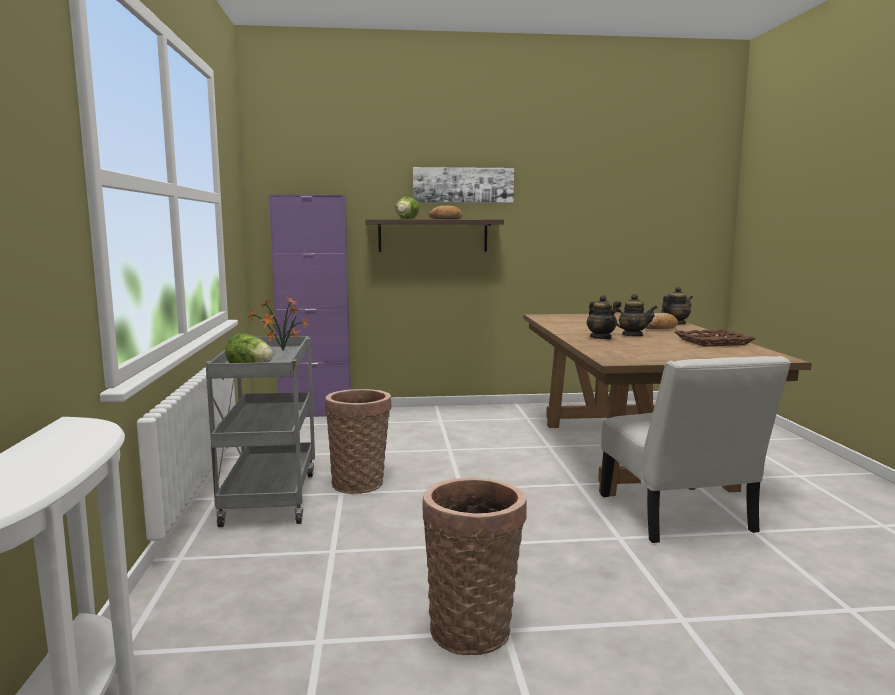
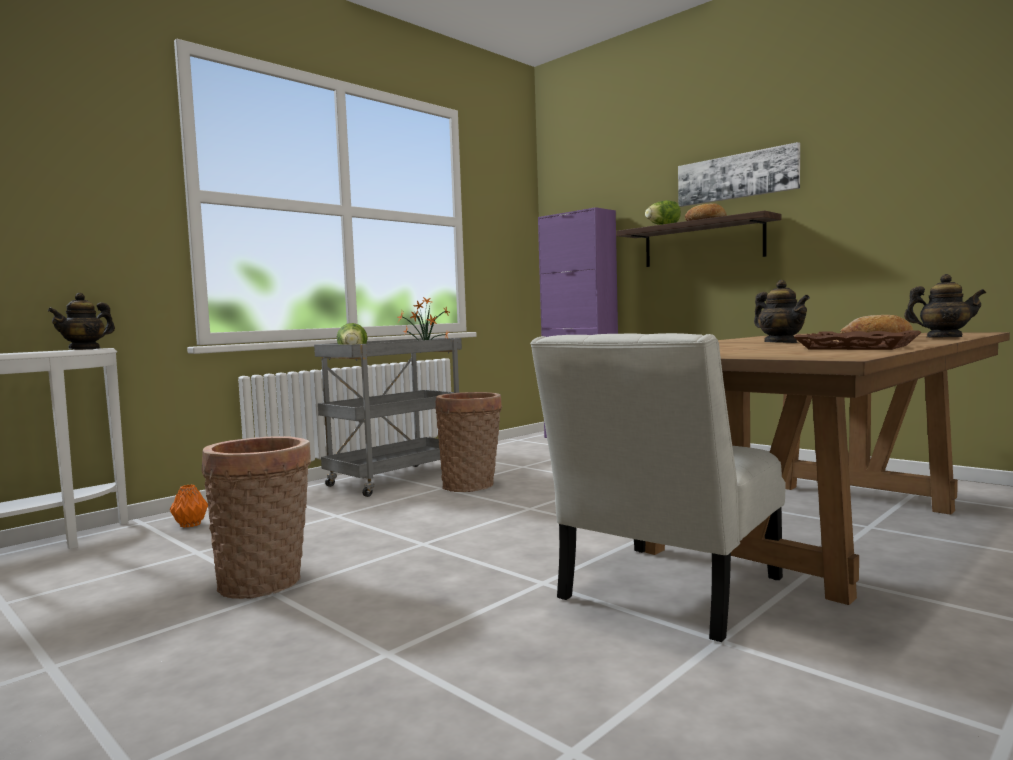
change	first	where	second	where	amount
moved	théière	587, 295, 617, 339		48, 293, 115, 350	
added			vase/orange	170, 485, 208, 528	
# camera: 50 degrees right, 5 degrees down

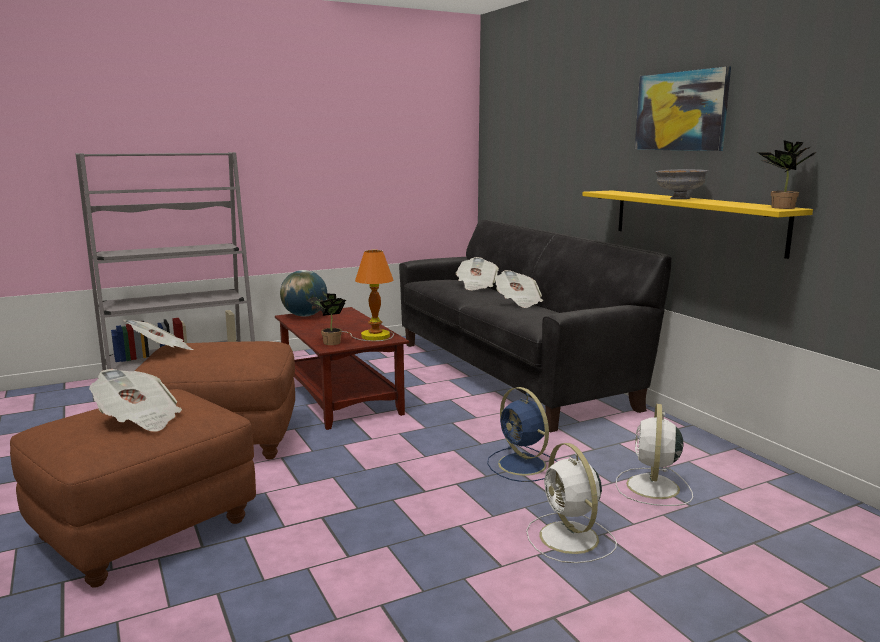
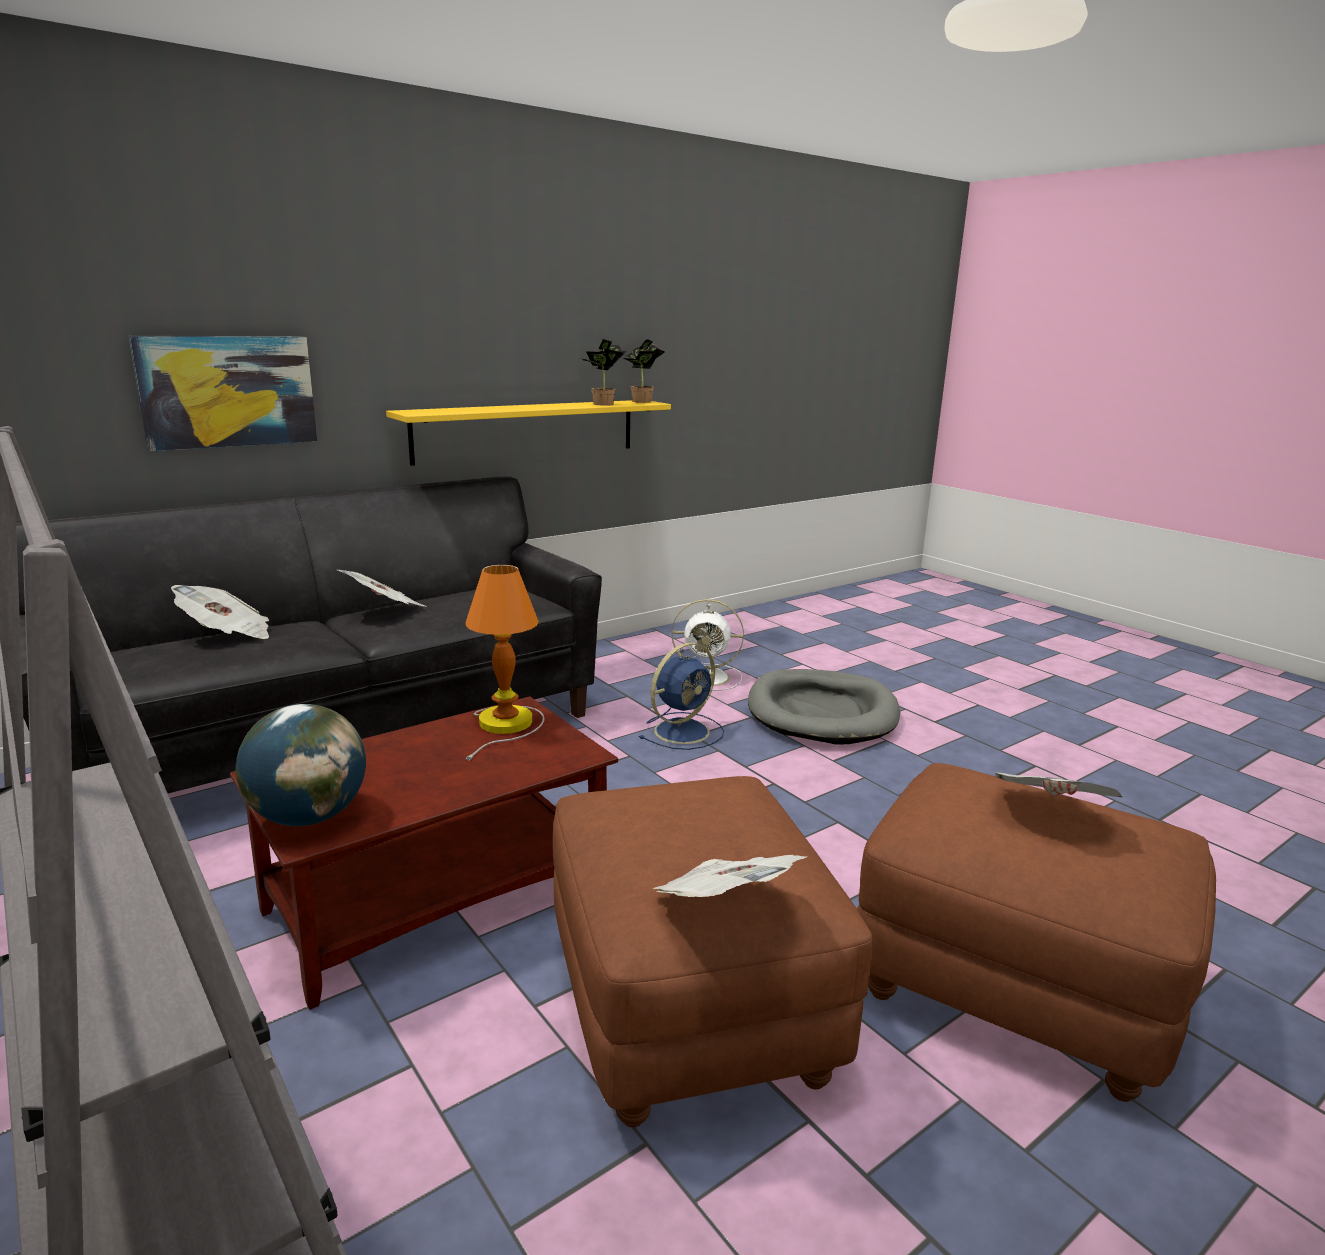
change	first	where	second	where	amount
moved	tableau	635, 66, 731, 151		129, 336, 317, 452	
moved	plante en pot	306, 291, 346, 345		580, 339, 627, 405	
replaced	ventilateur/blanc	526, 443, 617, 563	panier pour chien/gris	748, 669, 900, 744	
removed	bol/gris	655, 169, 708, 199			
# camera: 100 degrees left, 5 degrees up

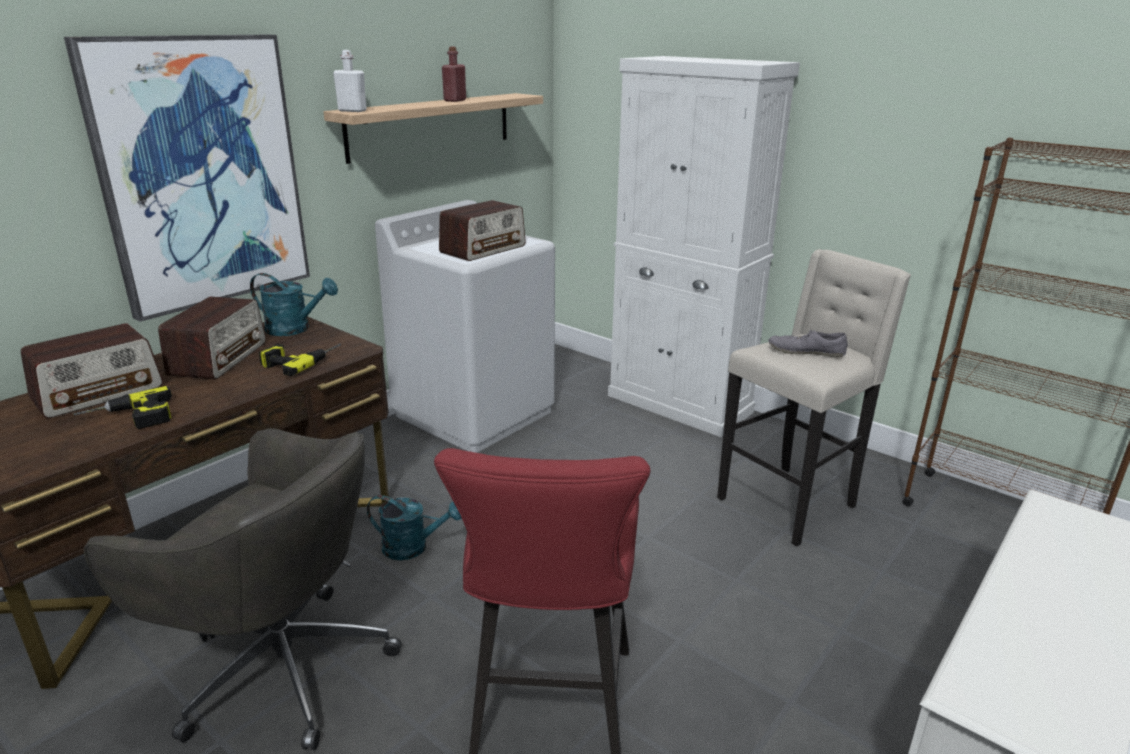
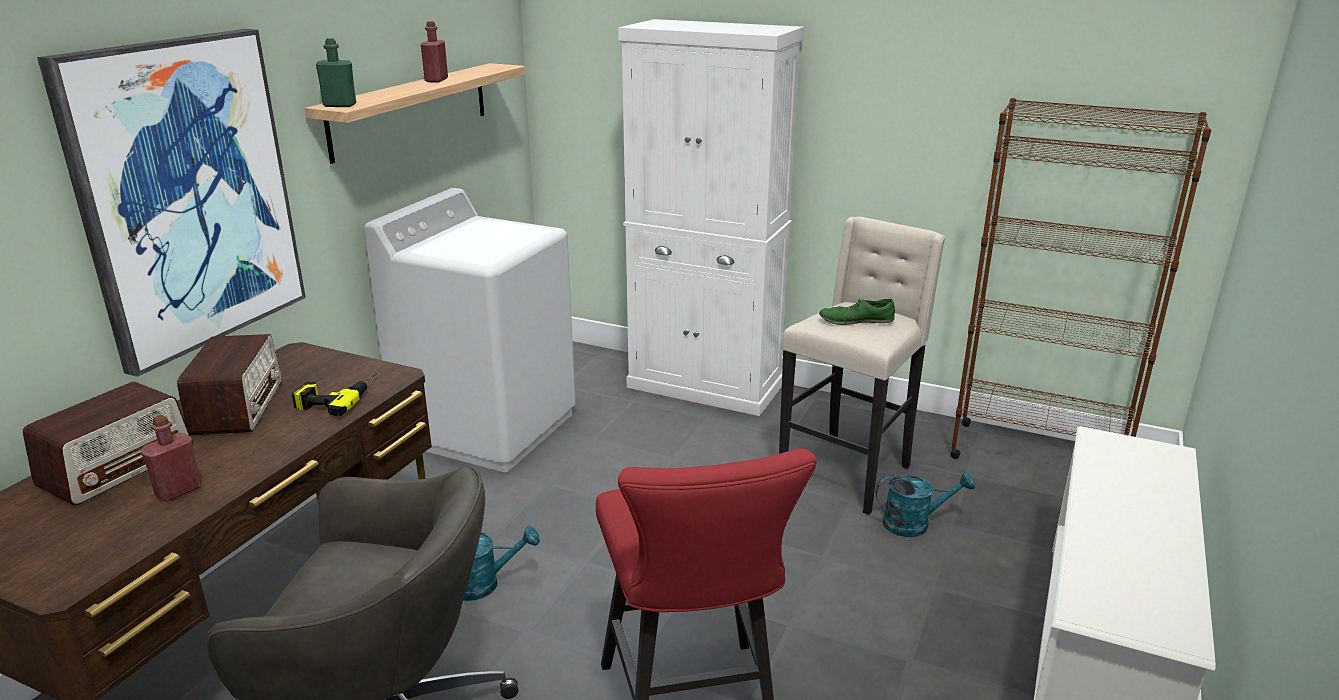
change	first	where	second	where	amount
replaced	perceuse	73, 386, 172, 429	bouteille/rouge	141, 415, 201, 502	
recoloured	bouteille/blanc	333, 50, 367, 112	bouteille/vert	316, 38, 356, 107	
recoloured	chaussure/gris	768, 329, 848, 357	chaussure/vert	819, 298, 895, 325	
moved	arrosoir/turquoise	250, 273, 338, 336		875, 471, 975, 537	
removed	radio	439, 200, 526, 261			
# camera: 15 degrees left, 0 degrees up

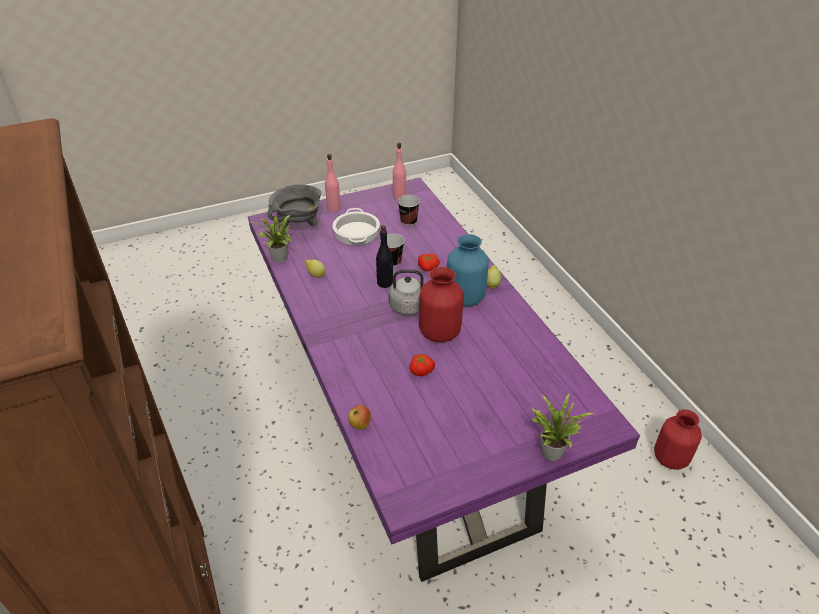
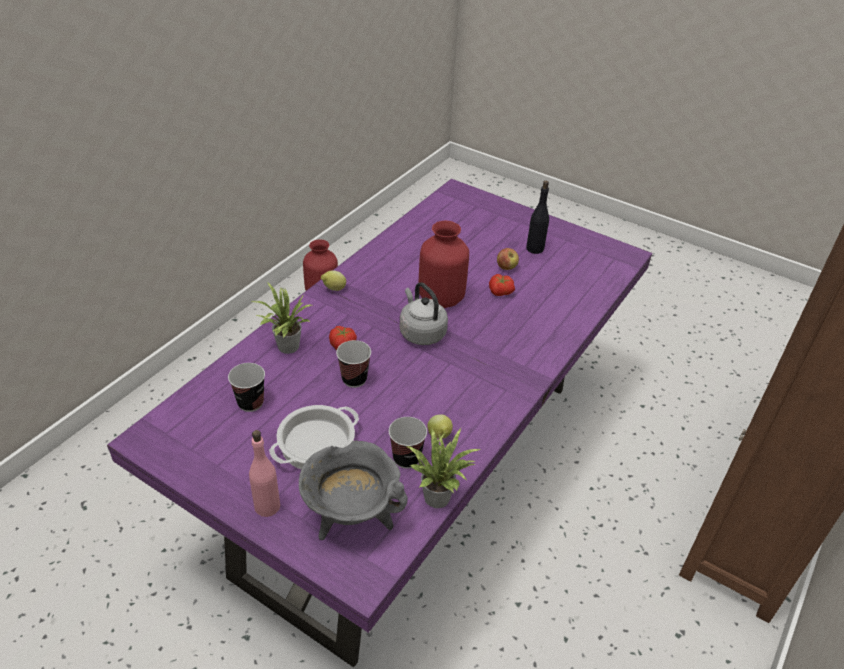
change	first	where	second	where	amount
moved	plante en pot	531, 392, 594, 461		252, 282, 311, 354	
added			tasse	389, 417, 427, 468	
moved	pomme	348, 405, 371, 430		497, 248, 519, 270	
moved	bouteille/noir	376, 225, 393, 288		526, 181, 549, 254	
removed	bouteille/rose	393, 143, 406, 200			
removed	vase/bleu	447, 234, 489, 307			
# camera: 125 degrees left, 0 degrees up

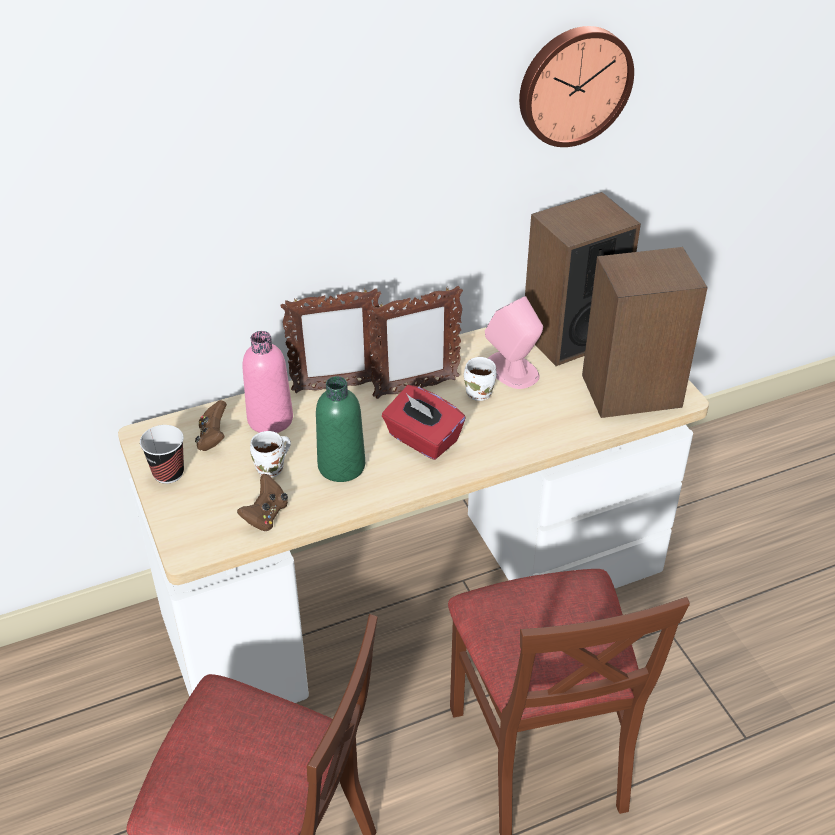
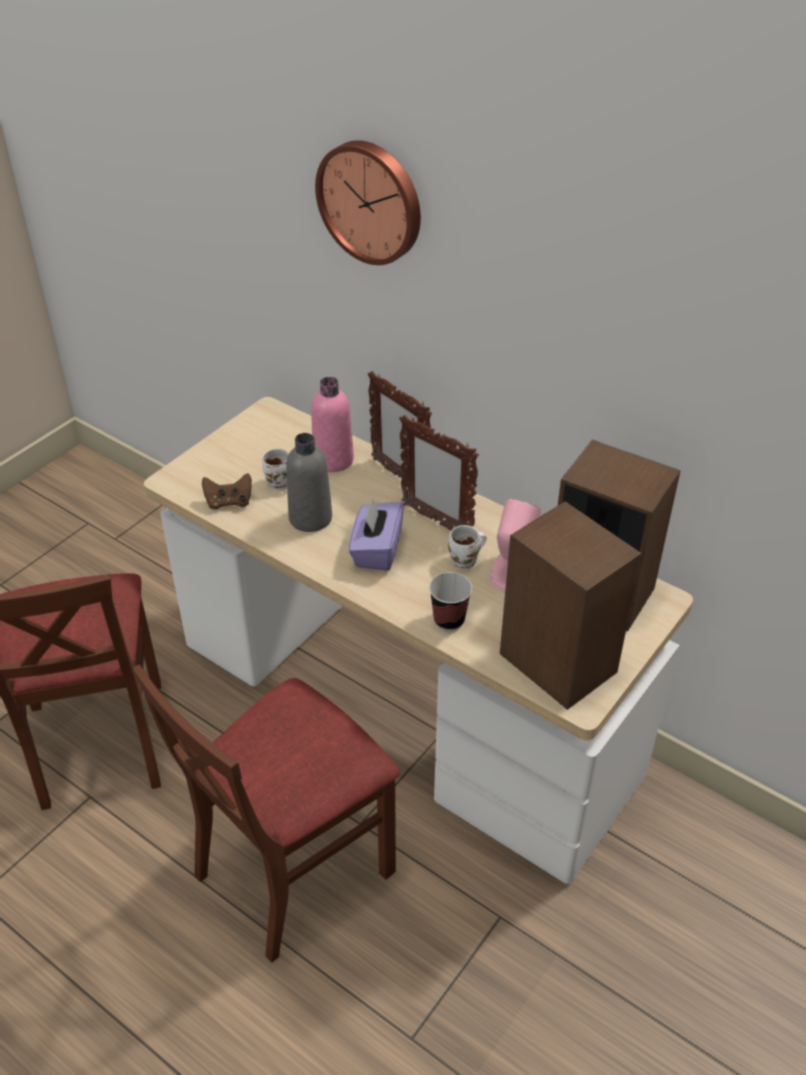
change	first	where	second	where	amount
recoloured	bouteille/vert	316, 376, 365, 482	bouteille/gris	286, 433, 332, 532	
moved	horloge murale	519, 26, 634, 147		315, 140, 421, 265	
recoloured	boîte à mouchoirs/rouge	382, 385, 466, 460	boîte à mouchoirs/violet	349, 499, 404, 571	
moved	tasse	140, 425, 184, 484		429, 572, 472, 631	
removed	manette/marron	195, 400, 227, 451			
# camera: 60 degrees right, 0 degrees up

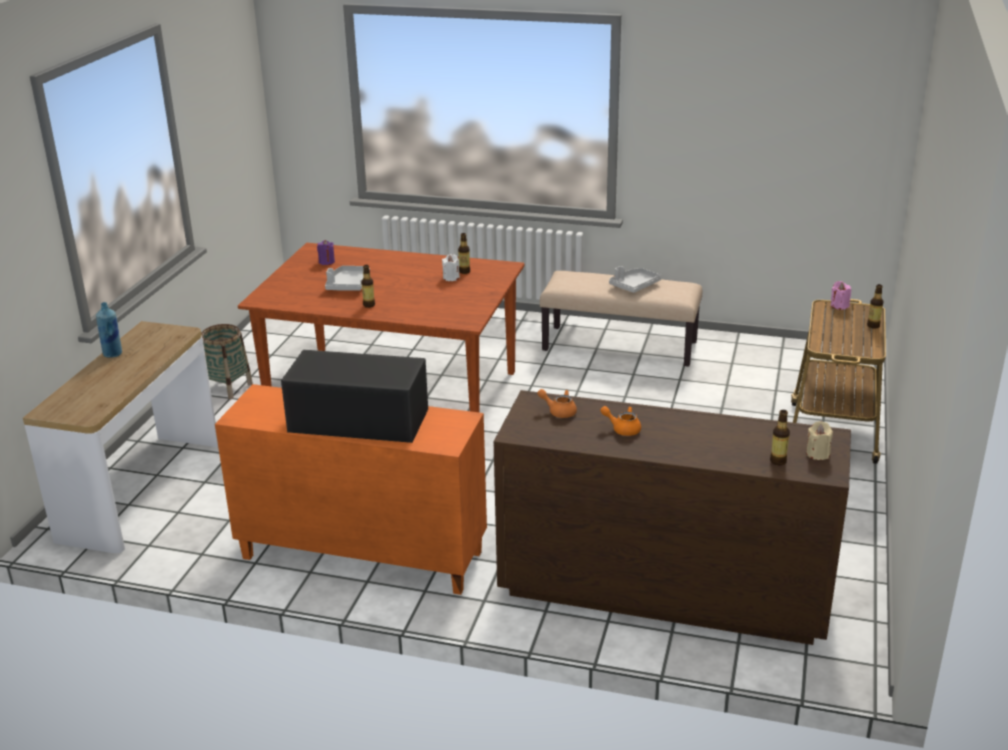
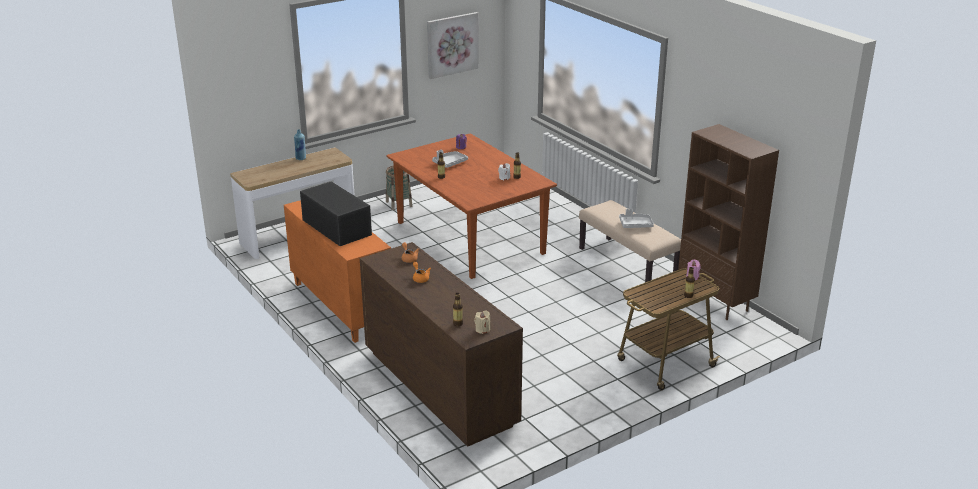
change	first	where	second	where	amount
added			tableau	427, 12, 479, 79	
added			bibliothèque/marron	678, 124, 779, 320	
# camera: 40 degrees right, 0 degrees up

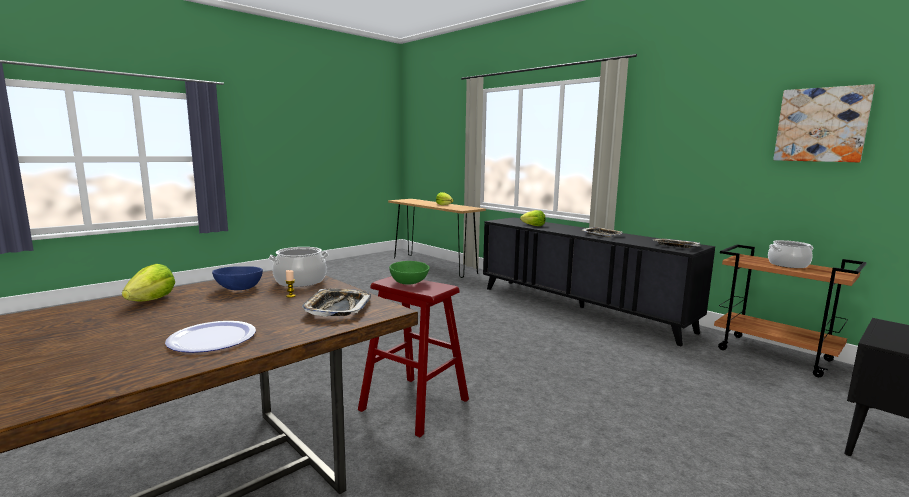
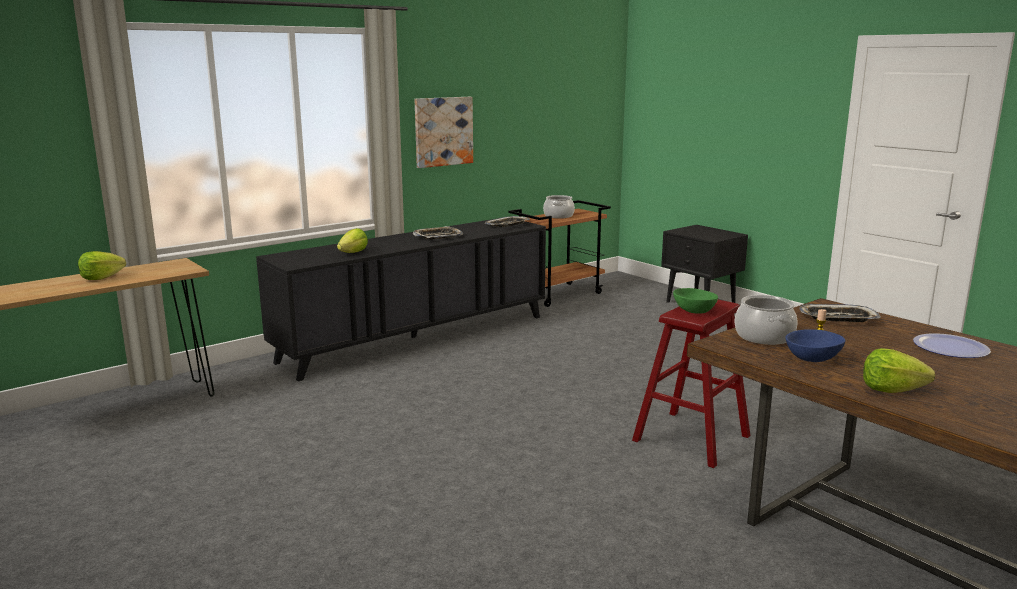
change	first	where	second	where	amount
moved	tableau	773, 84, 875, 162		415, 97, 473, 168	
# camera: 85 degrees left, 5 degrees up

